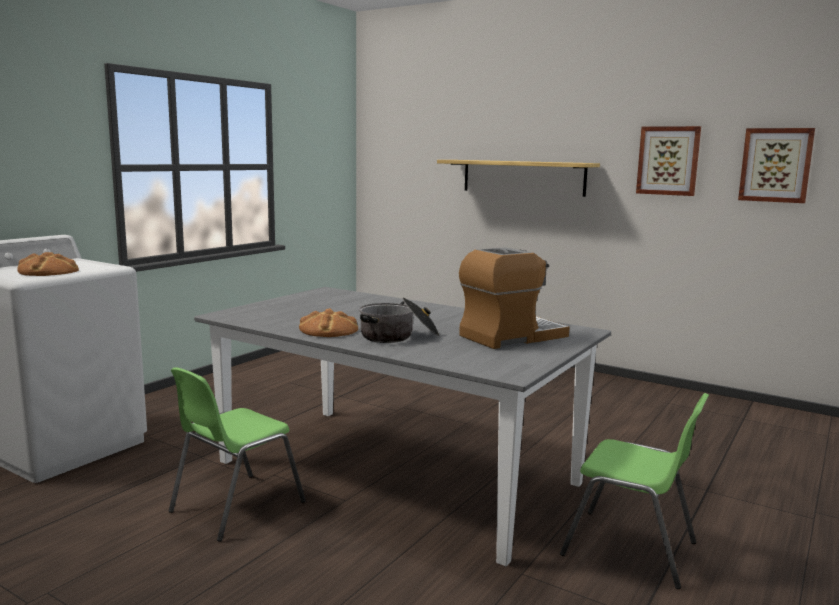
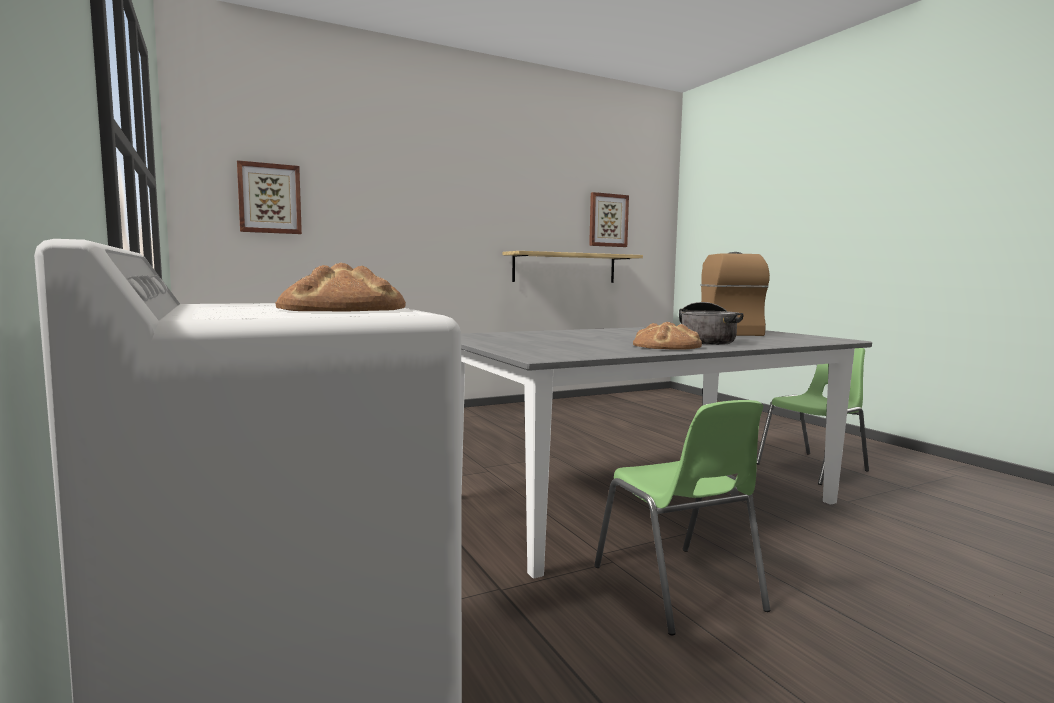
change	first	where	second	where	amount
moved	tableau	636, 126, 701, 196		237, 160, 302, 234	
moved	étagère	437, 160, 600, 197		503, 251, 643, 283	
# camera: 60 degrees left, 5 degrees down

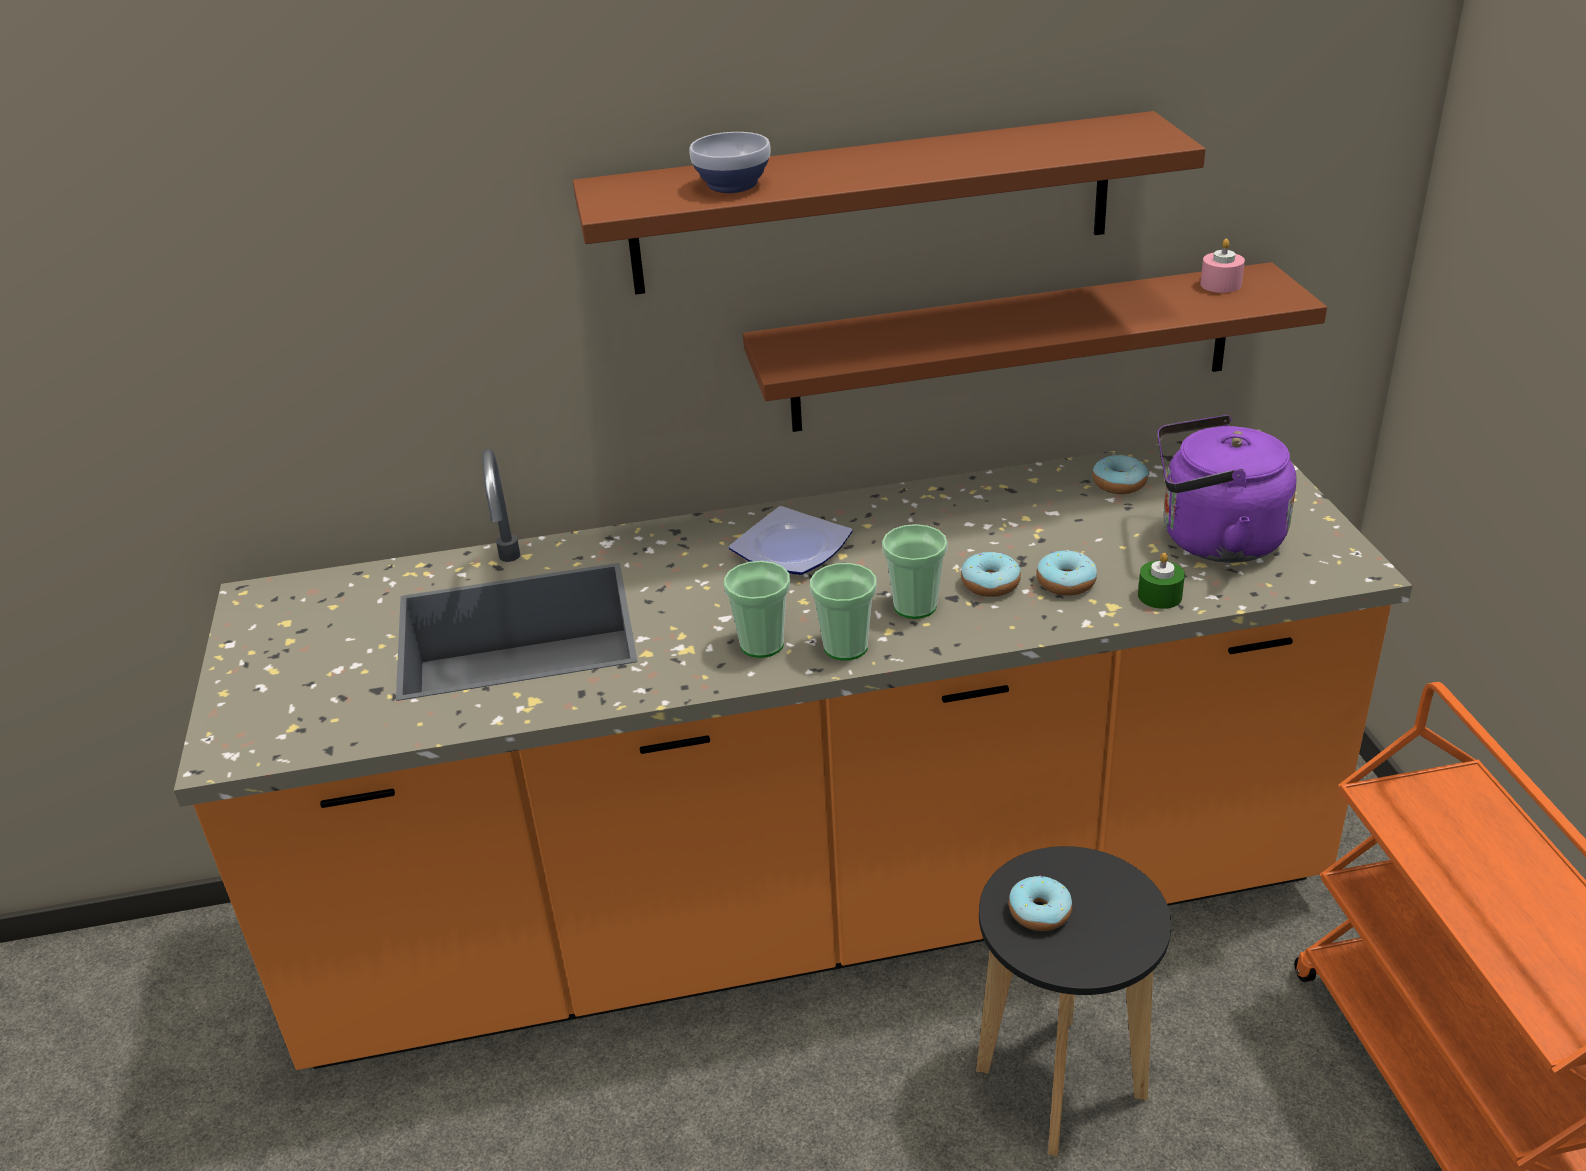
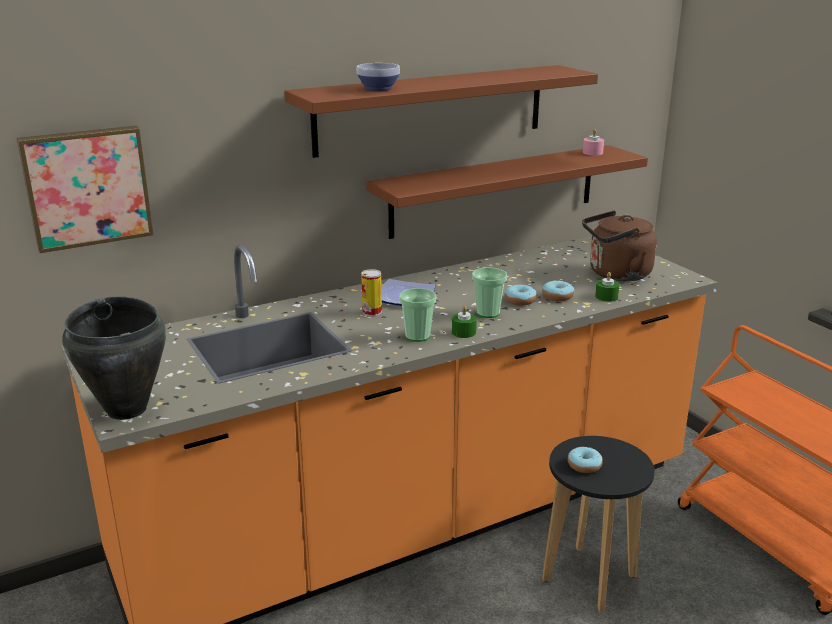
change	first	where	second	where	amount
added			tableau	17, 126, 154, 253	
added			marmite/noir	62, 296, 166, 420	
added			boîte métallique	361, 269, 382, 316	
replaced	tasse	810, 563, 876, 660	bougie/vert	452, 305, 477, 338	
recoloured	bouilloire/violet	1157, 415, 1297, 563	bouilloire/marron	582, 211, 657, 281	
removed	beignet	1093, 454, 1149, 494			
# camera: 20 degrees left, 10 degrees down

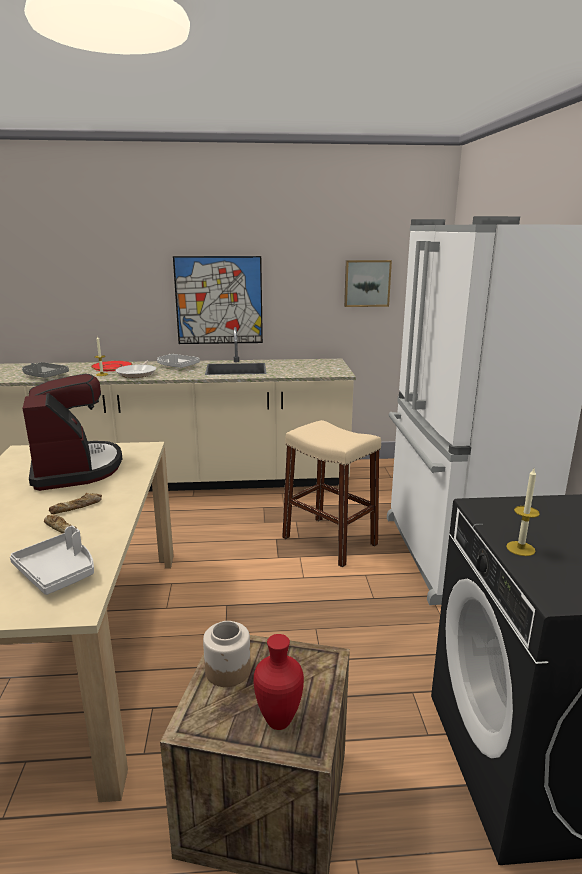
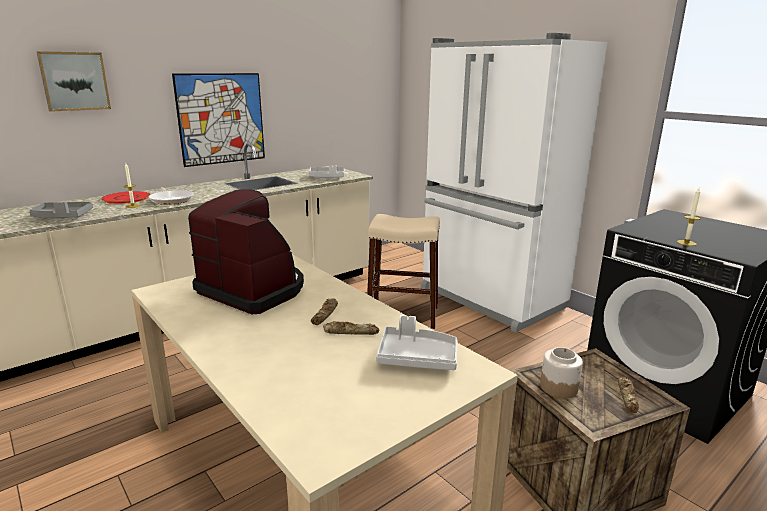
change	first	where	second	where	amount
moved	tableau	344, 260, 392, 307		36, 51, 111, 112	
moved	plateau/gris	157, 354, 200, 368		309, 165, 344, 178	
replaced	vase/rouge	254, 634, 304, 730	pain	618, 377, 639, 413	
# camera: 35 degrees left, 0 degrees up

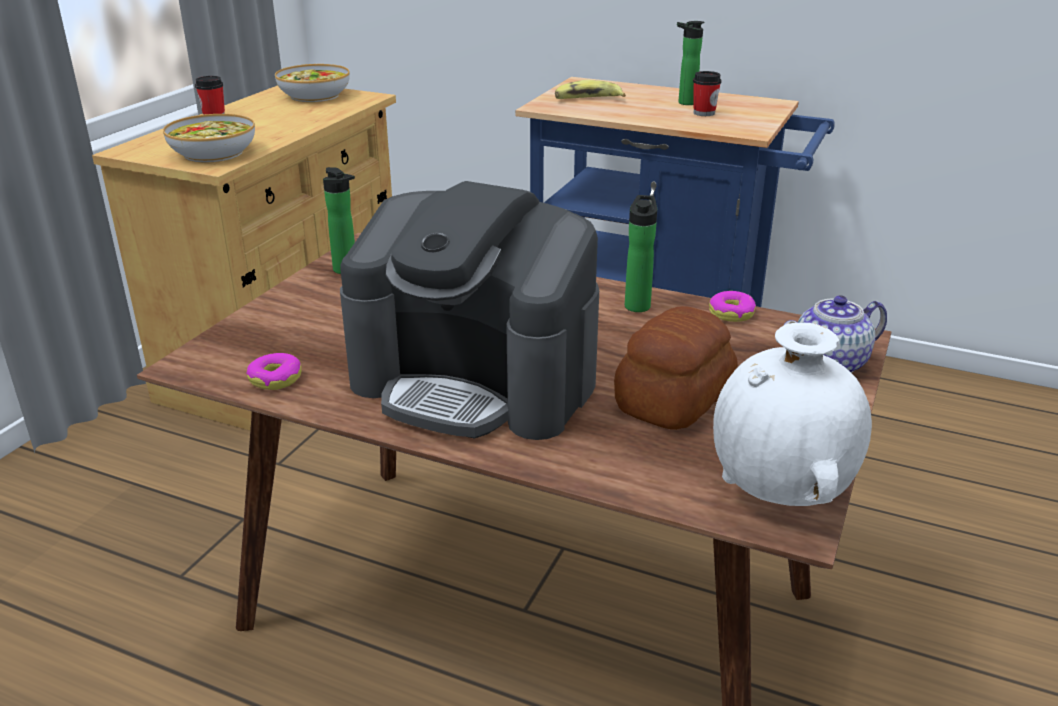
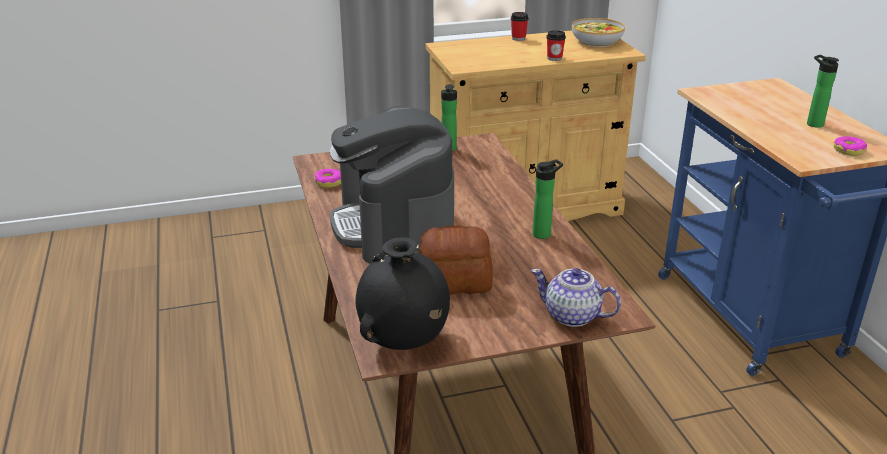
change	first	where	second	where	amount
recoloured	vase/blanc	713, 323, 872, 506	vase/noir	356, 237, 450, 350	
moved	tasse	693, 71, 722, 116		546, 30, 566, 61	
moved	beignet	709, 291, 756, 322		834, 136, 867, 156	
removed	bol	163, 114, 255, 163			
removed	banane	555, 80, 626, 99			
# camera: 50 degrees right, 0 degrees up

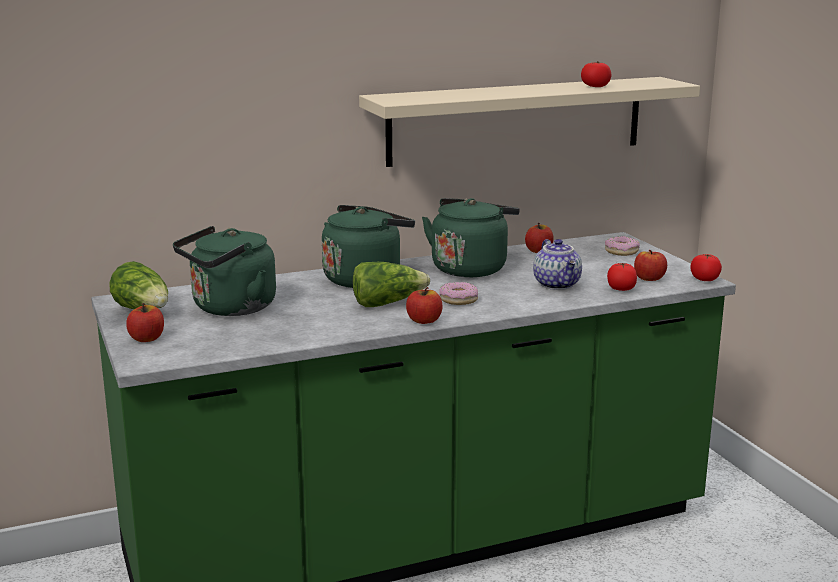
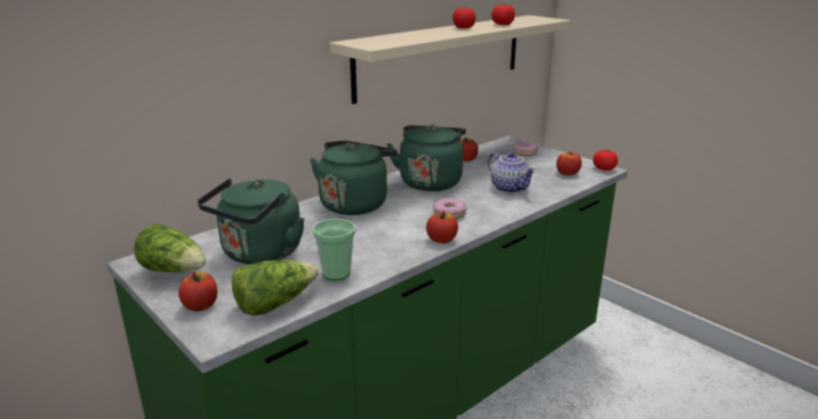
change	first	where	second	where	amount
moved	laitue	353, 262, 430, 307		232, 260, 318, 316	
added			tasse	312, 219, 356, 281	
moved	tomate	607, 263, 637, 291		453, 7, 476, 28	
# camera: 20 degrees left, 5 degrees up

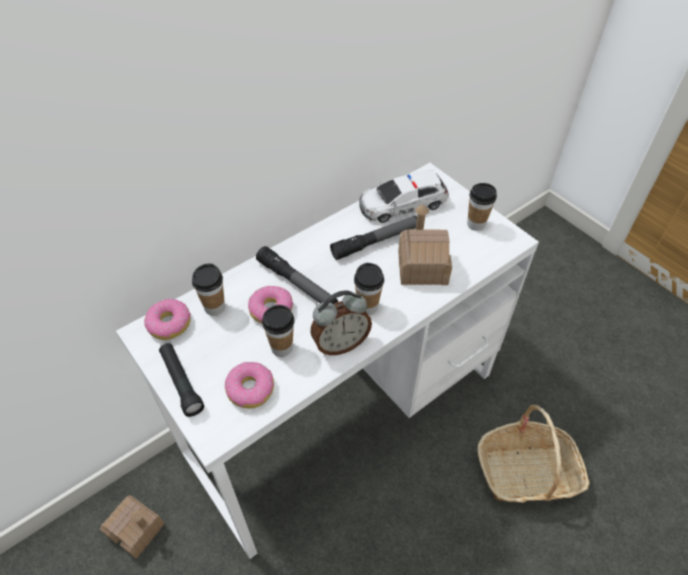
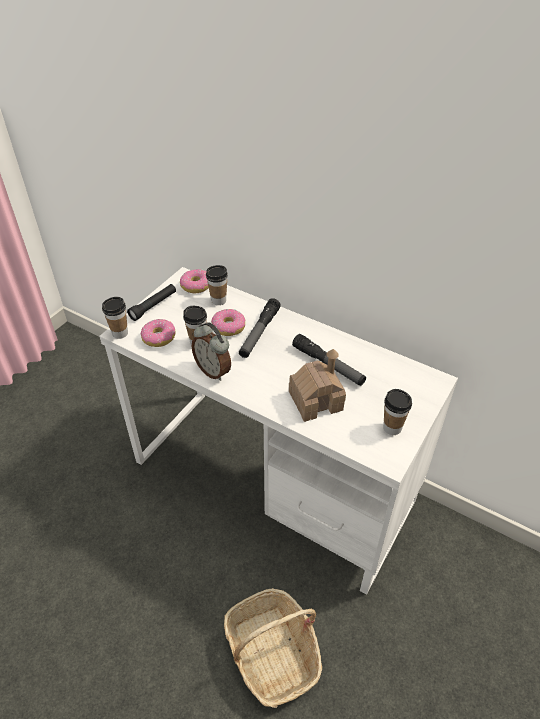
change	first	where	second	where	amount
moved	tasse	354, 263, 384, 315		102, 297, 128, 339	
removed	maison miniature	100, 495, 165, 559			
removed	petite voiture	359, 170, 449, 223			
# camera: 70 degrees right, 5 degrees down

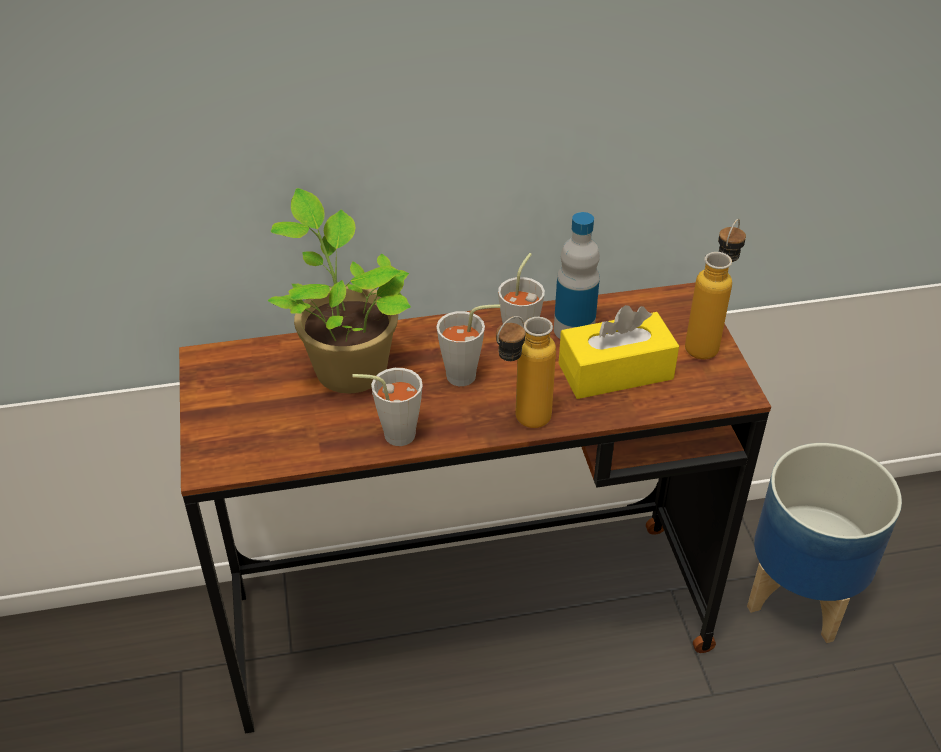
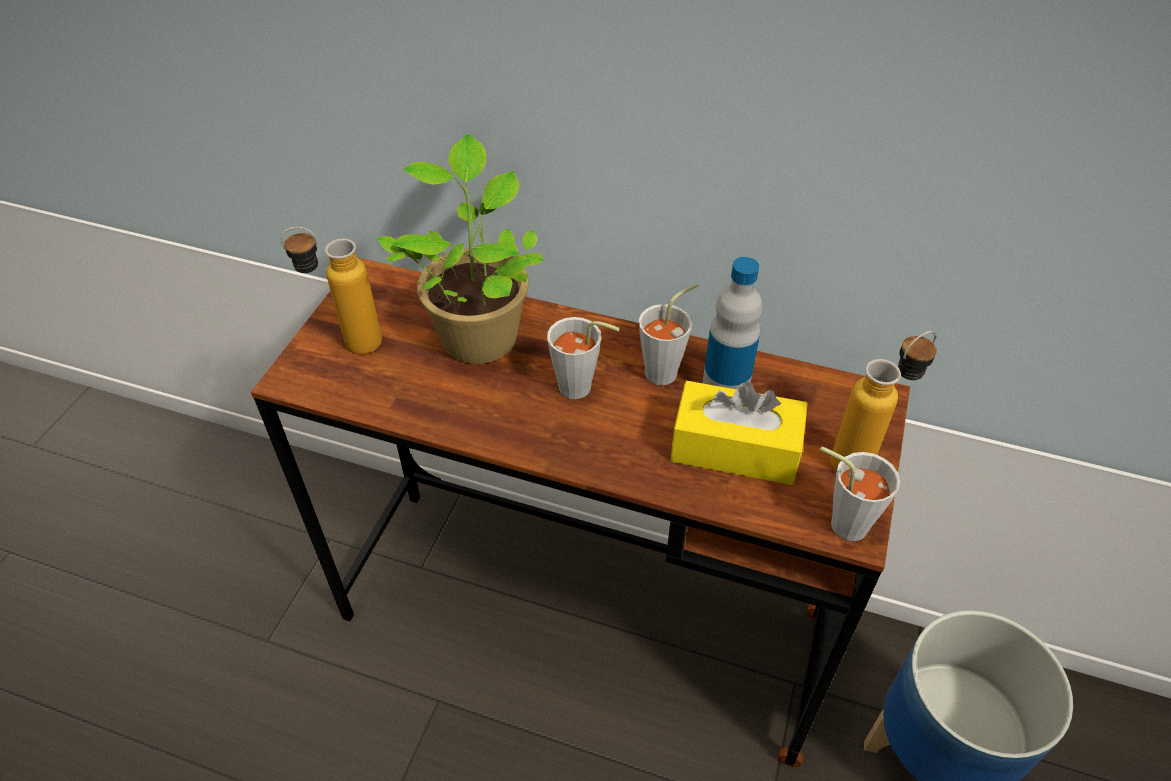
change	first	where	second	where	amount
moved	bouteille	496, 316, 556, 428		281, 227, 382, 354	
moved	tasse/gris	353, 368, 423, 446		820, 446, 900, 541	
# camera: 30 degrees right, 5 degrees up

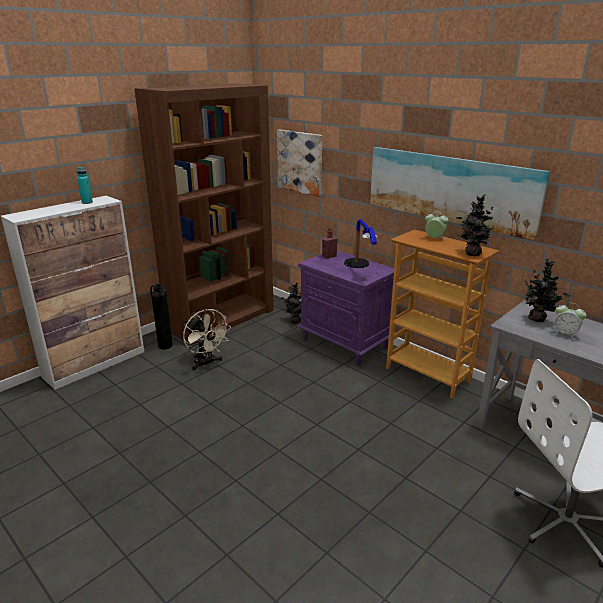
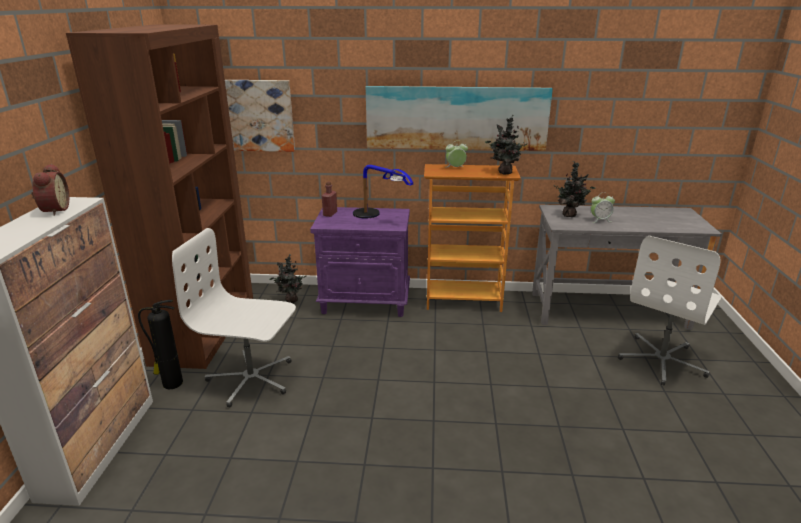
change	first	where	second	where	amount
replaced	bouteille/turquoise	77, 167, 93, 204	réveil	31, 164, 69, 216	
replaced	ventilateur/beige	183, 309, 231, 370	chaise de bureau/blanc	172, 228, 296, 408	
# camera: 40 degrees left, 0 degrees up

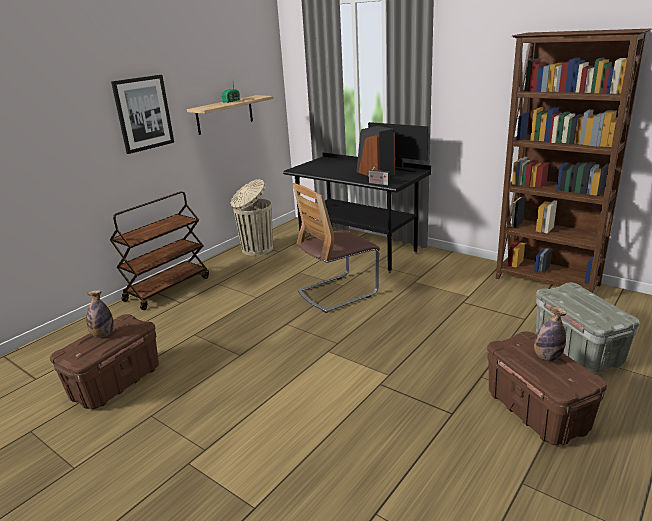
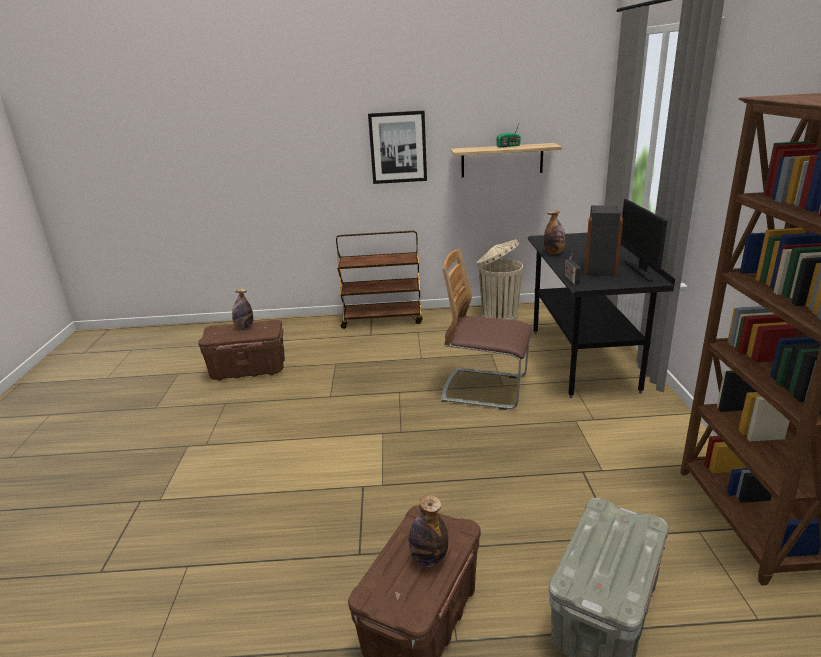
change	first	where	second	where	amount
added			bouteille	544, 211, 566, 254	
# camera: 50 degrees right, 0 degrees up

